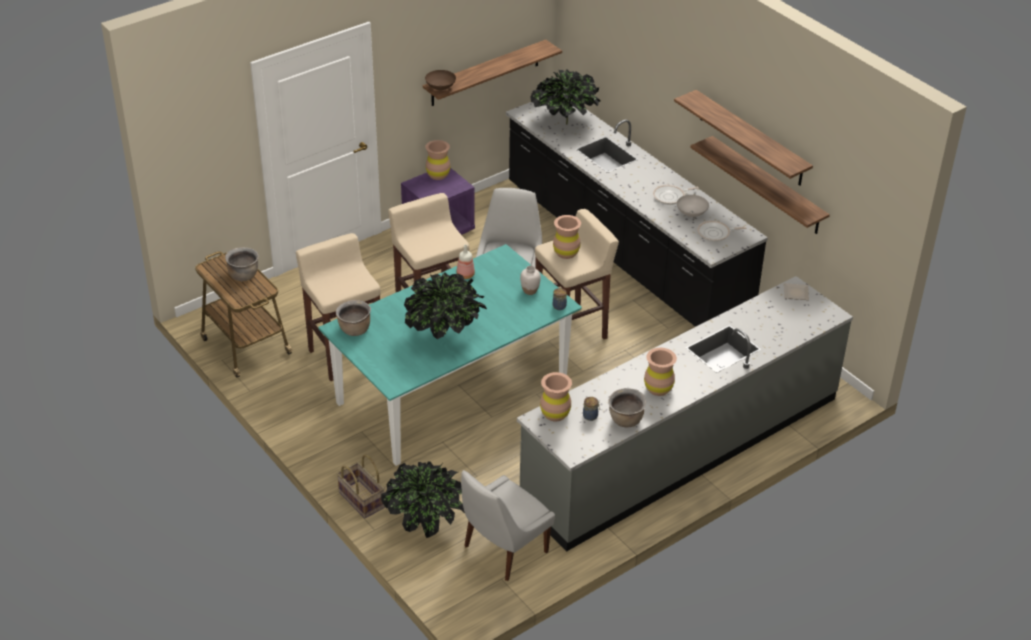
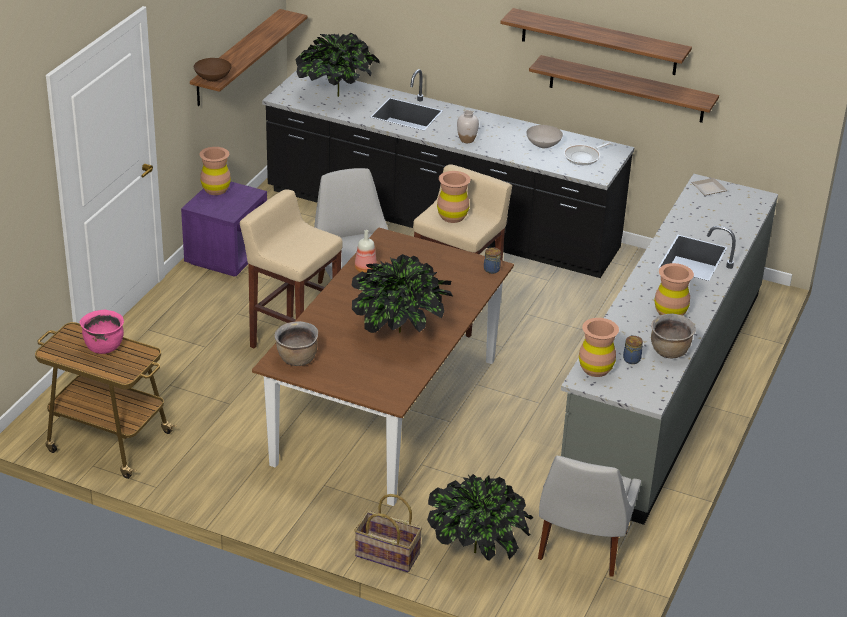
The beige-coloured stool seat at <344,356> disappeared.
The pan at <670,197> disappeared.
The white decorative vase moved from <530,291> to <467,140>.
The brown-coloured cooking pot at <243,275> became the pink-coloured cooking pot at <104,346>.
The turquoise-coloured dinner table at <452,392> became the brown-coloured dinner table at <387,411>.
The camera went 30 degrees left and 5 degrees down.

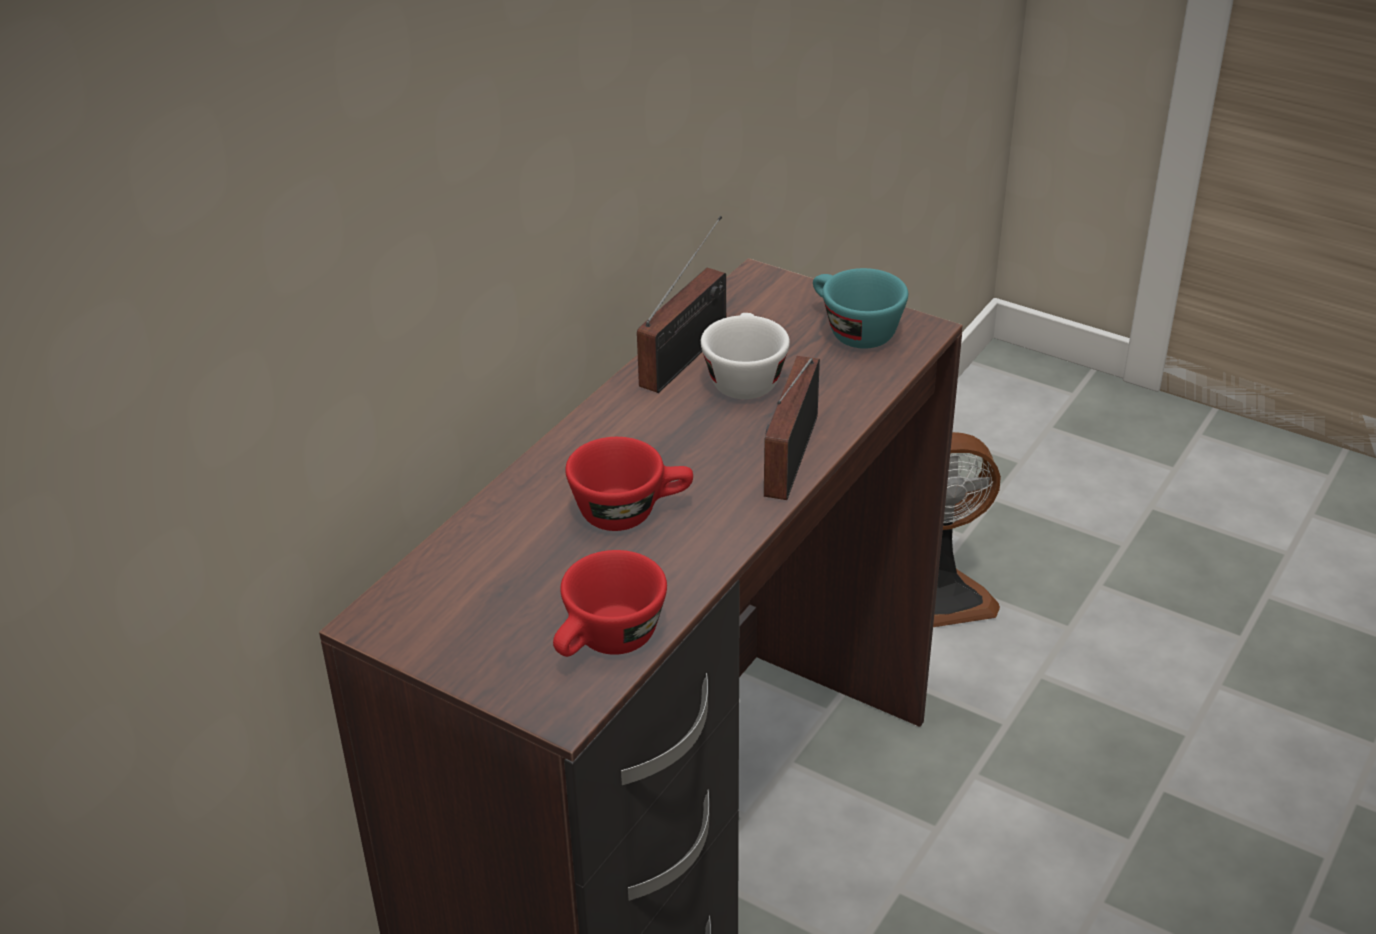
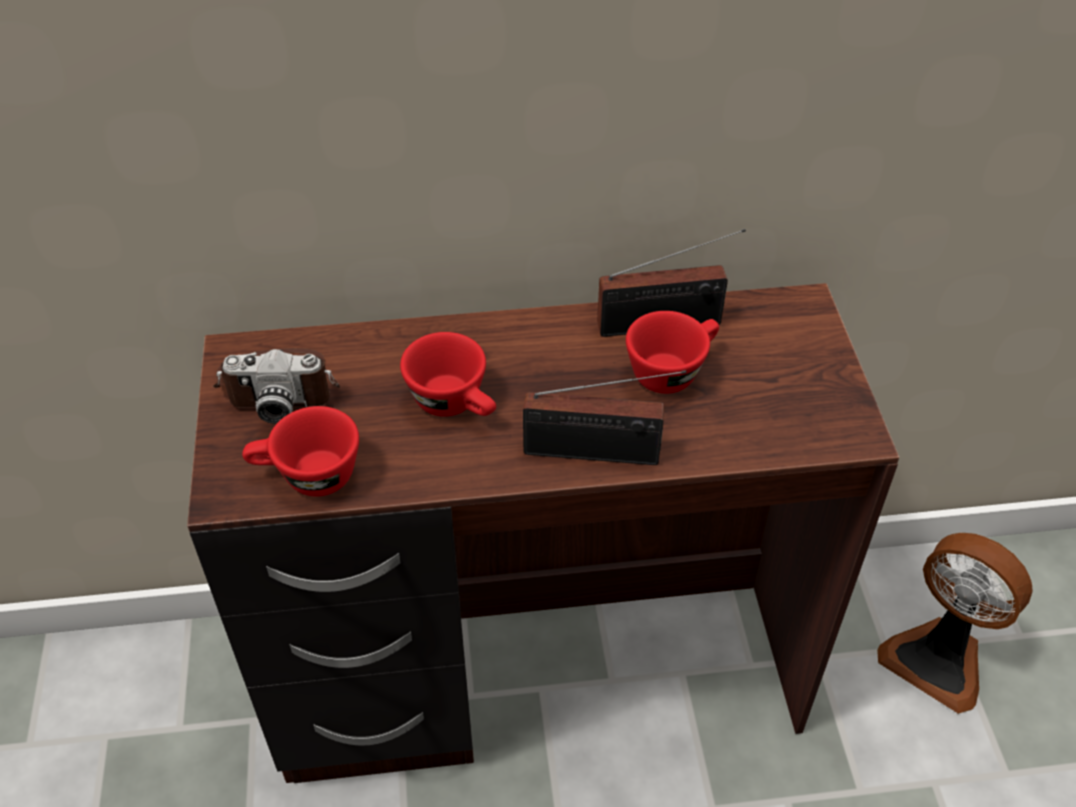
The turquoise-coloured small cup at <852,331> disappeared.
The still camera at <279,385> appeared.
The white small cup at <743,377> became the red-coloured small cup at <672,369>.
The radio at <787,461> turned 150 degrees counterclockwise.
The camera went 50 degrees right and 10 degrees up.

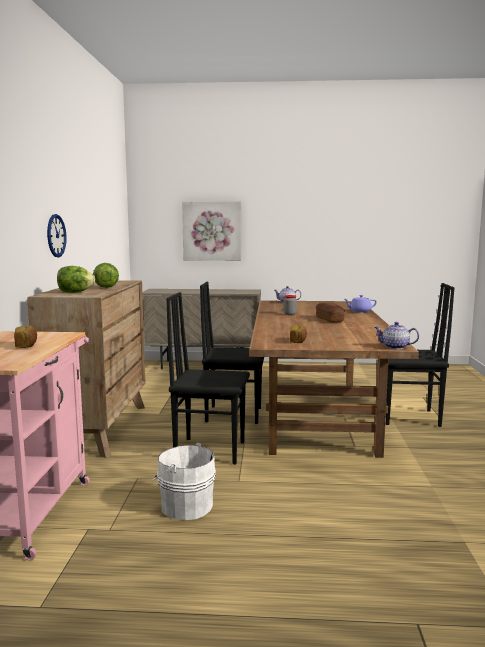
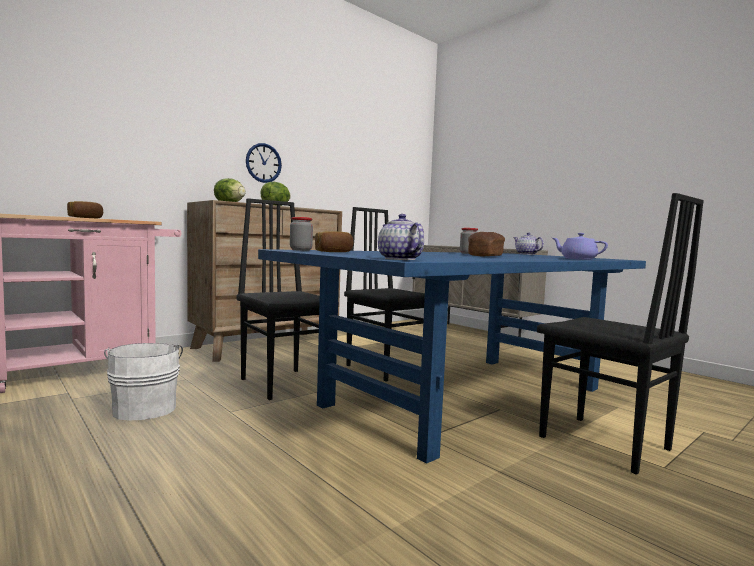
The wall art at <212,231> disappeared.
The preserve jar at <301,250> appeared.
The brown-coloured dinner table at <317,416> became the blue-coloured dinner table at <468,397>.
The camera went 45 degrees right and 5 degrees down.

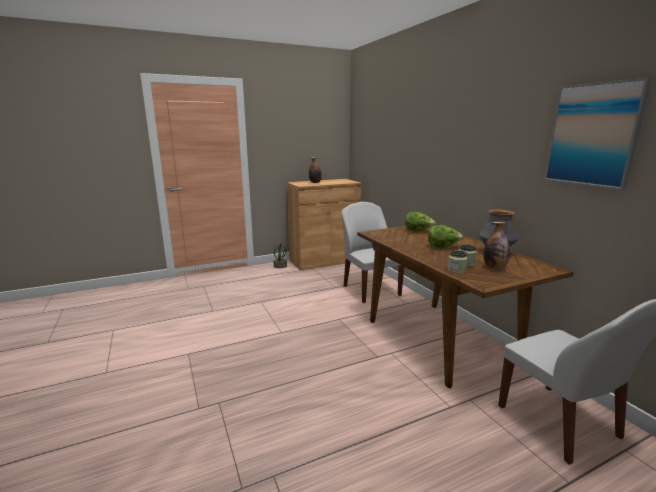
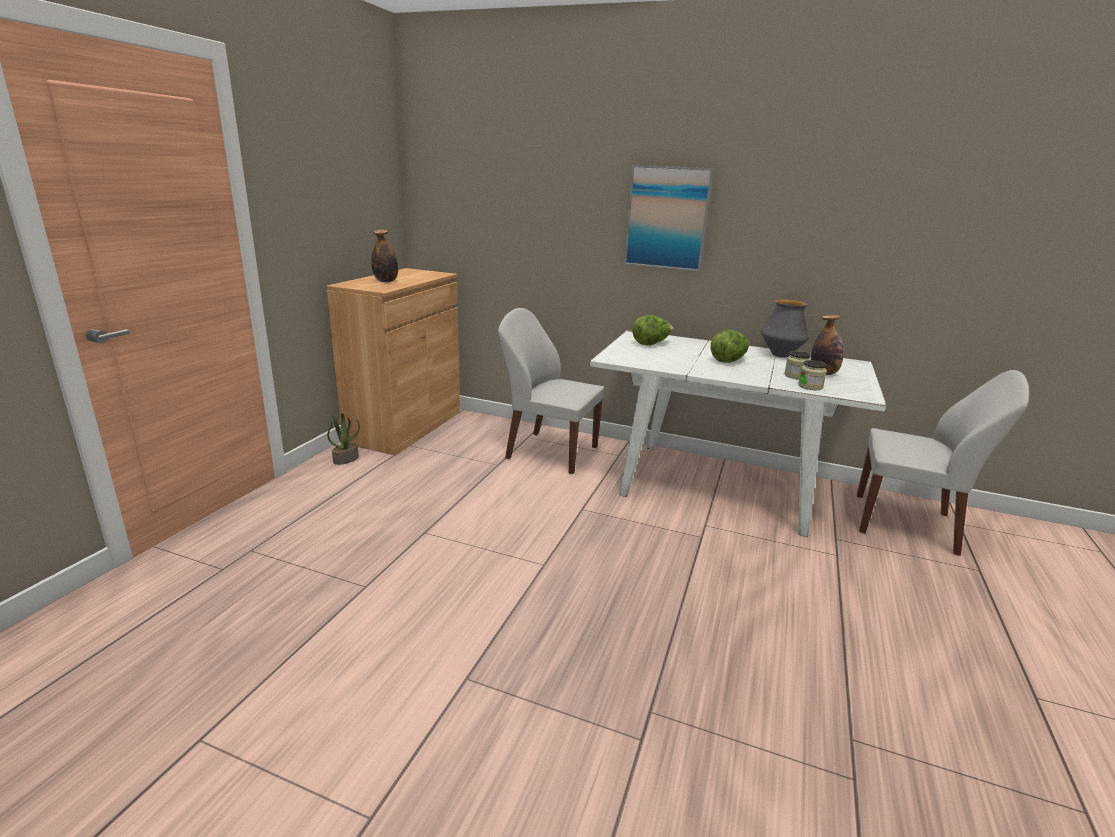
The wall art moved from <593,135> to <667,218>.
The brown-coloured dinner table at <438,338> became the white dinner table at <715,485>.
The camera went 45 degrees left and 5 degrees up.

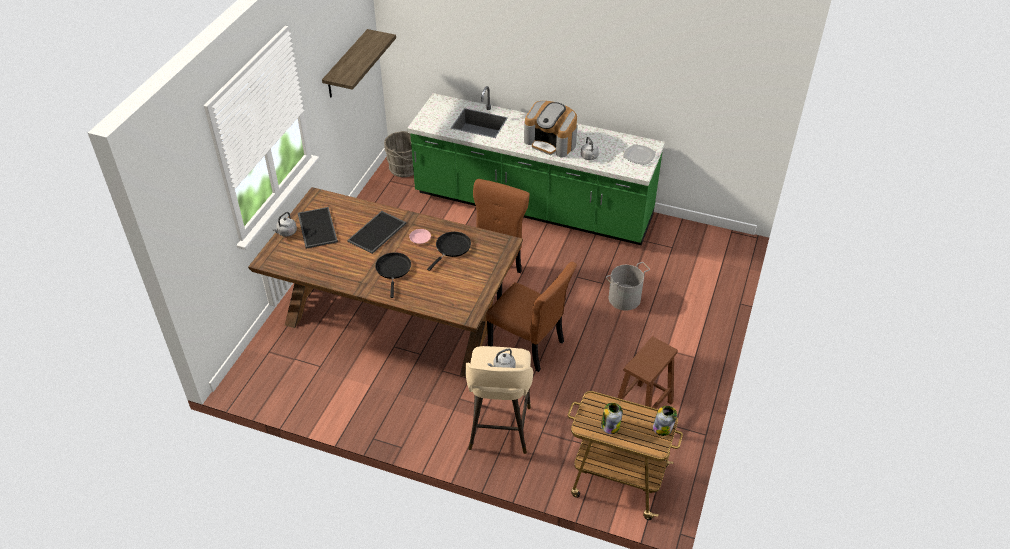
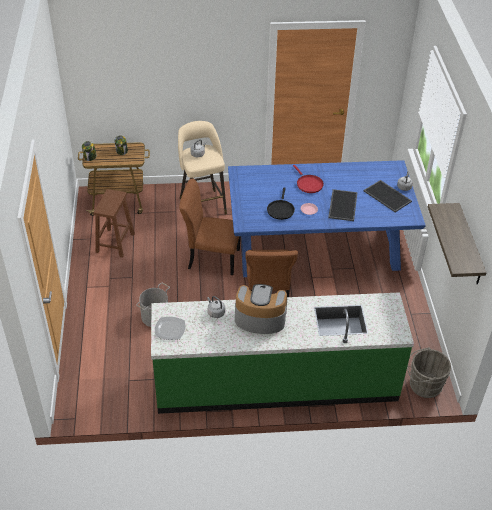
The brown-coloured dinner table at <396,318> became the blue-coloured dinner table at <317,248>.
The blackish pan at <393,270> became the red-coloured pan at <308,184>.
The camera went 155 degrees right and 0 degrees up.

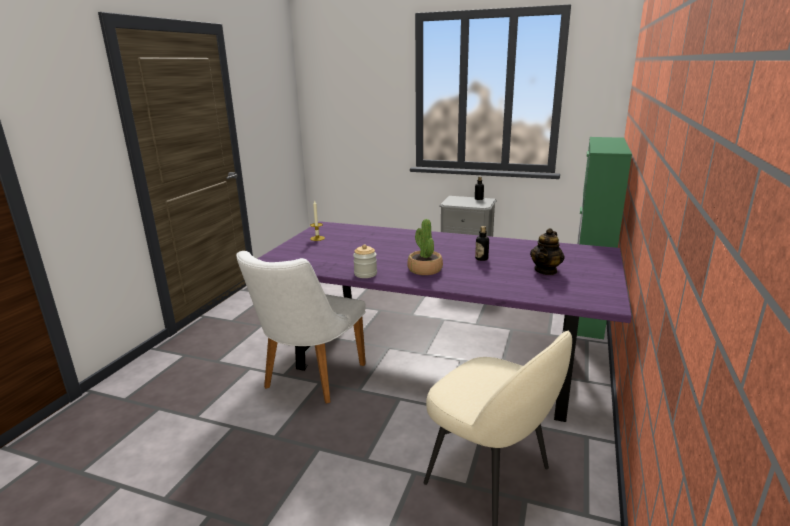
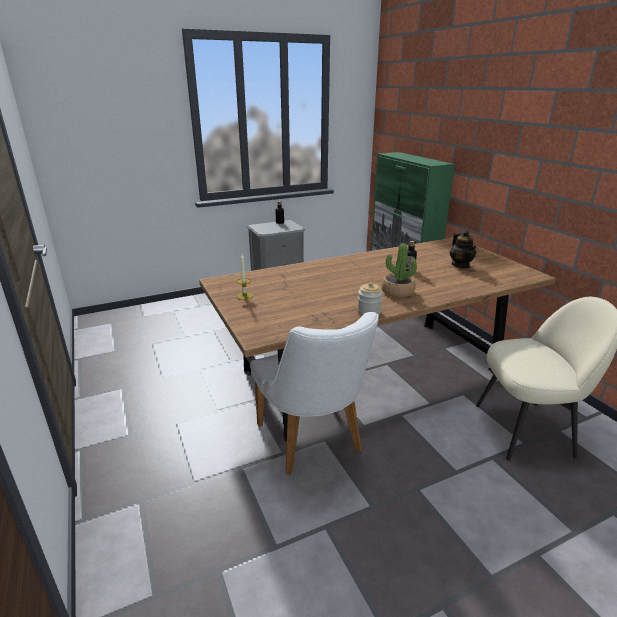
The purple-coloured dinner table at <435,358> became the brown-coloured dinner table at <371,371>.
The camera went 45 degrees left and 5 degrees up.

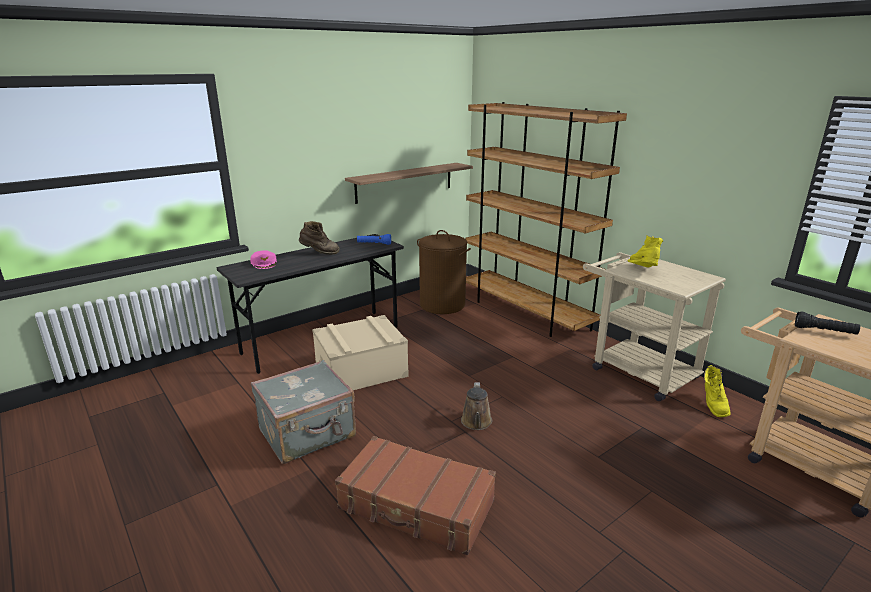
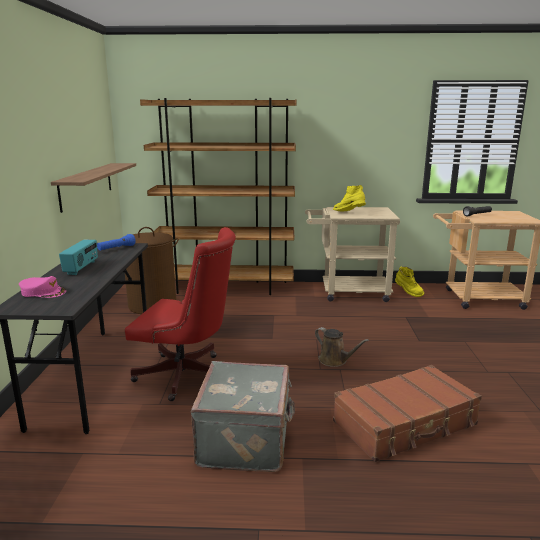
The brown-coloured tall boot at <319,253> was replaced by the radio at <81,268>.
The beige-coloured storage container at <361,370> was replaced by the red-coloured office chair at <187,376>.
The camera went 50 degrees left and 5 degrees down.

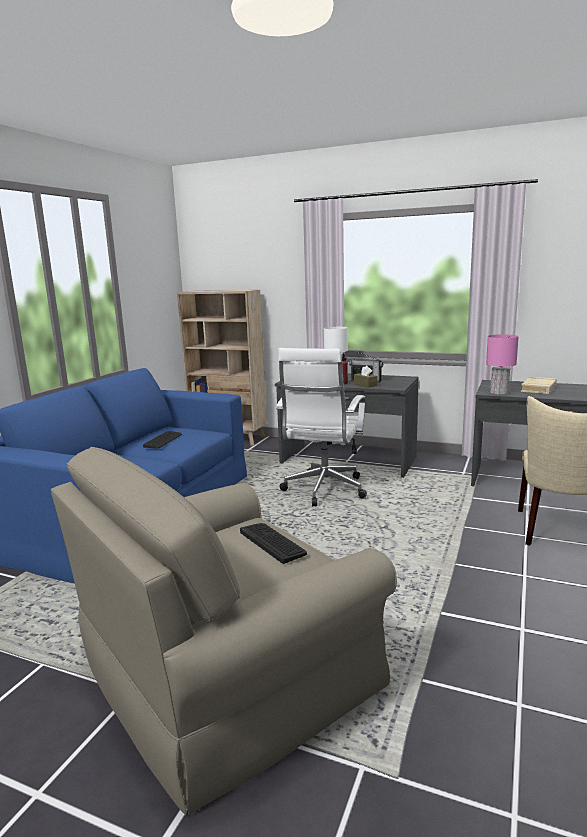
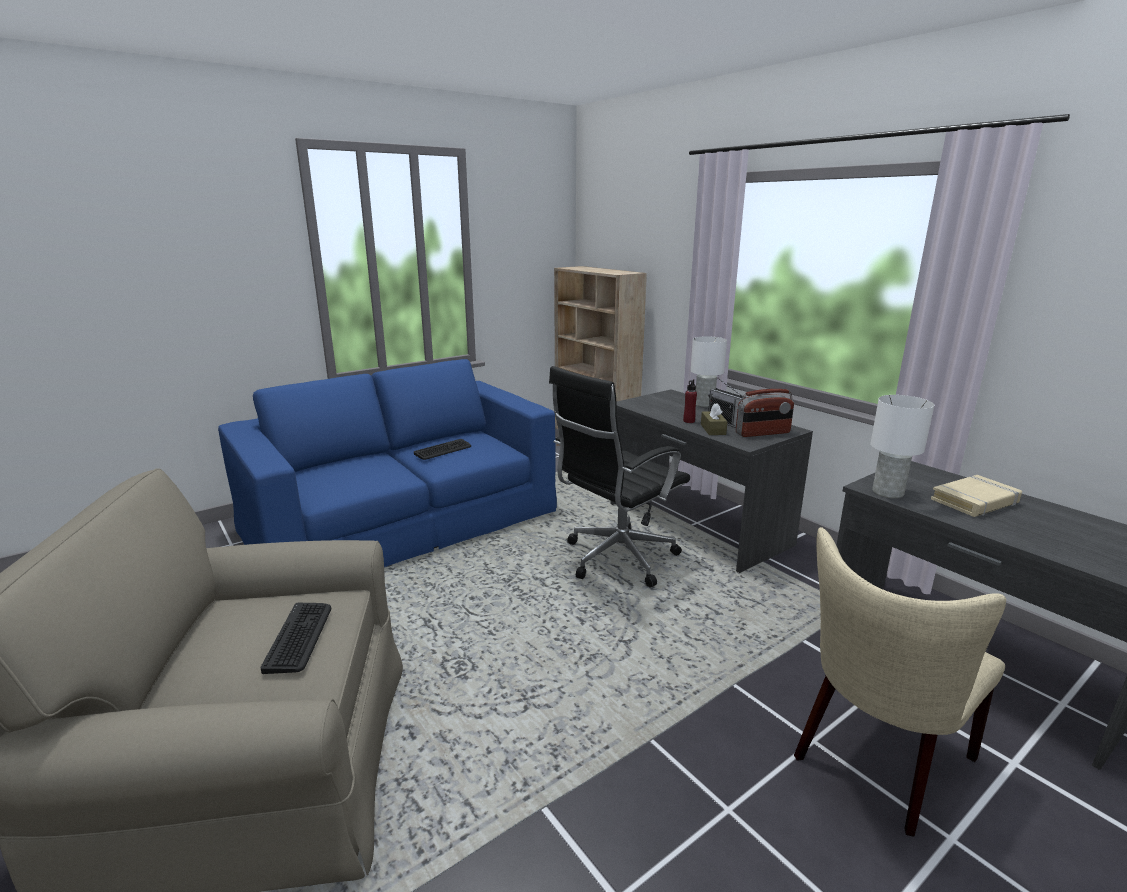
The radio at <763,433> appeared.
The white office chair at <323,491> became the blackish office chair at <616,559>.
The pink-coloured tabletop lamp at <499,393> became the white tabletop lamp at <888,492>.
The camera went 30 degrees right and 5 degrees up.

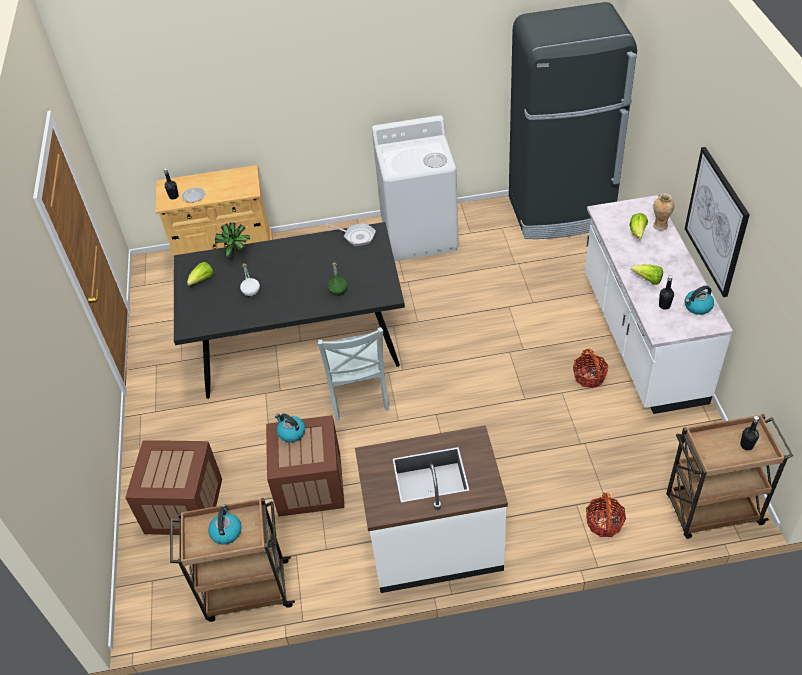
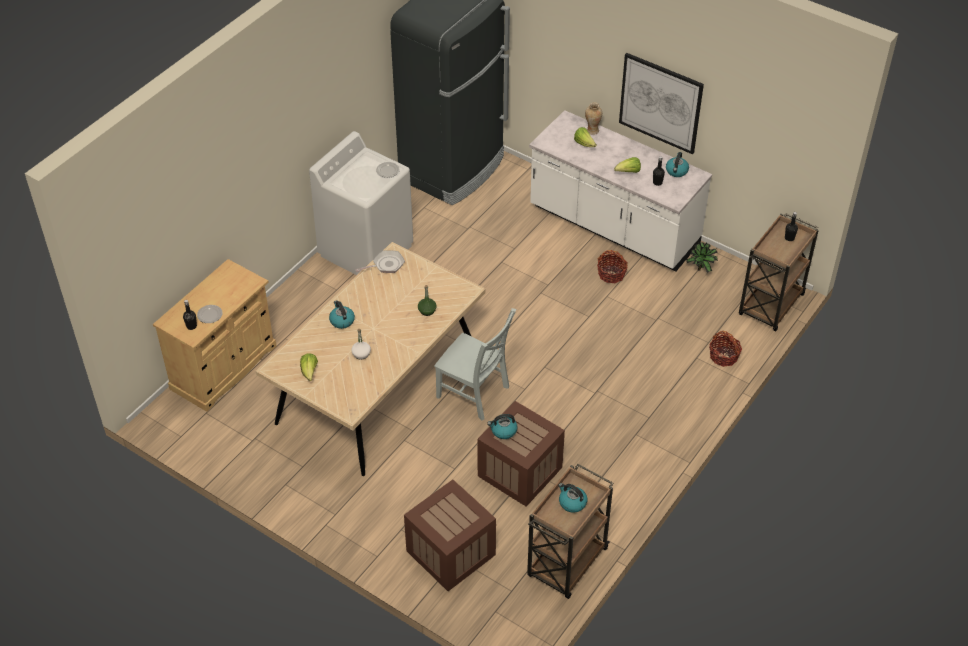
The white counter at <434,544> disappeared.
The water kettle at <342,320> appeared.
The potted plant moved from <237,254> to <701,269>.
The blackish dinner table at <297,341> became the beige-coloured dinner table at <378,389>.
The camera went 50 degrees left and 0 degrees up.

